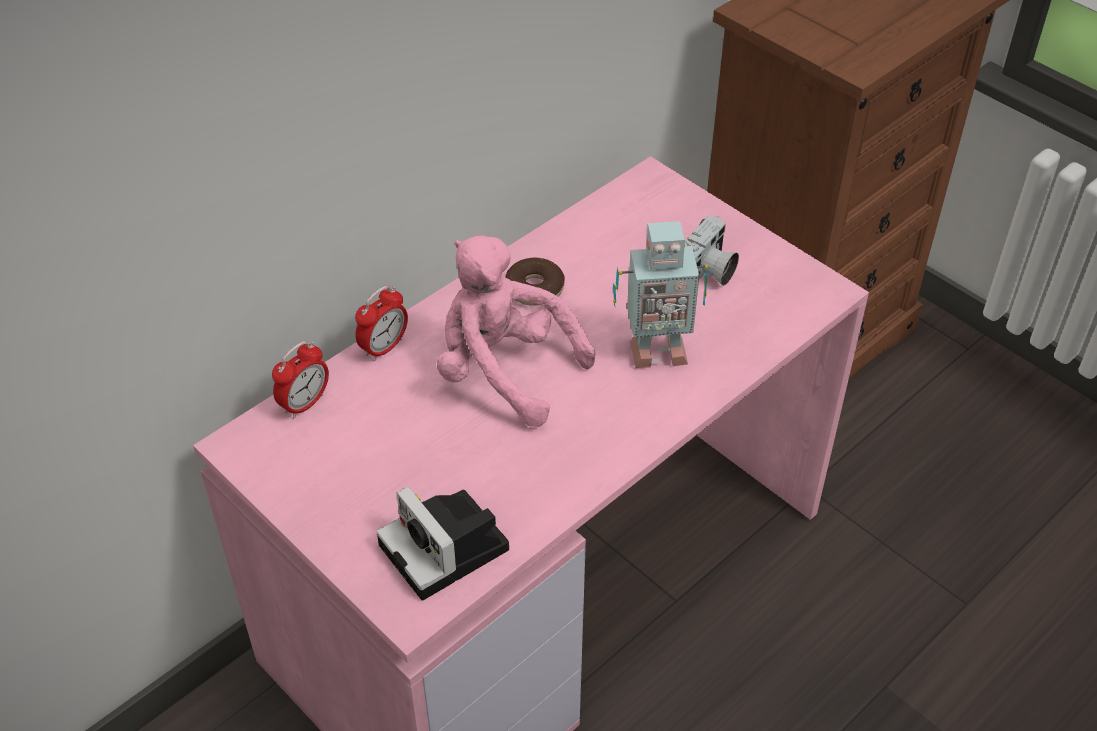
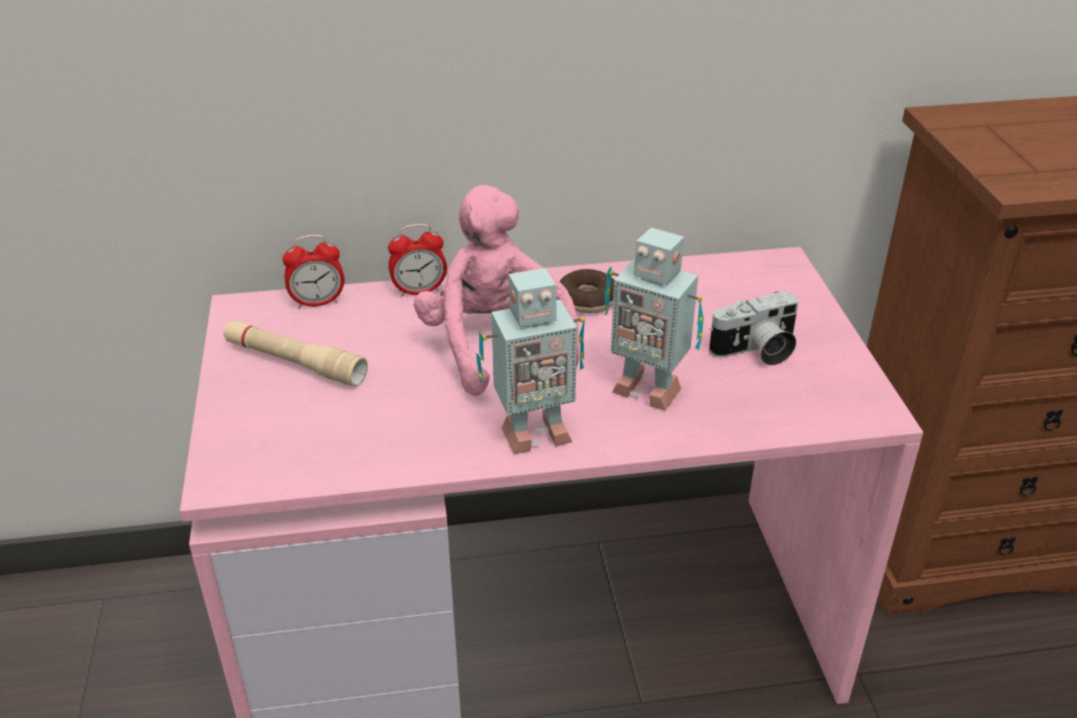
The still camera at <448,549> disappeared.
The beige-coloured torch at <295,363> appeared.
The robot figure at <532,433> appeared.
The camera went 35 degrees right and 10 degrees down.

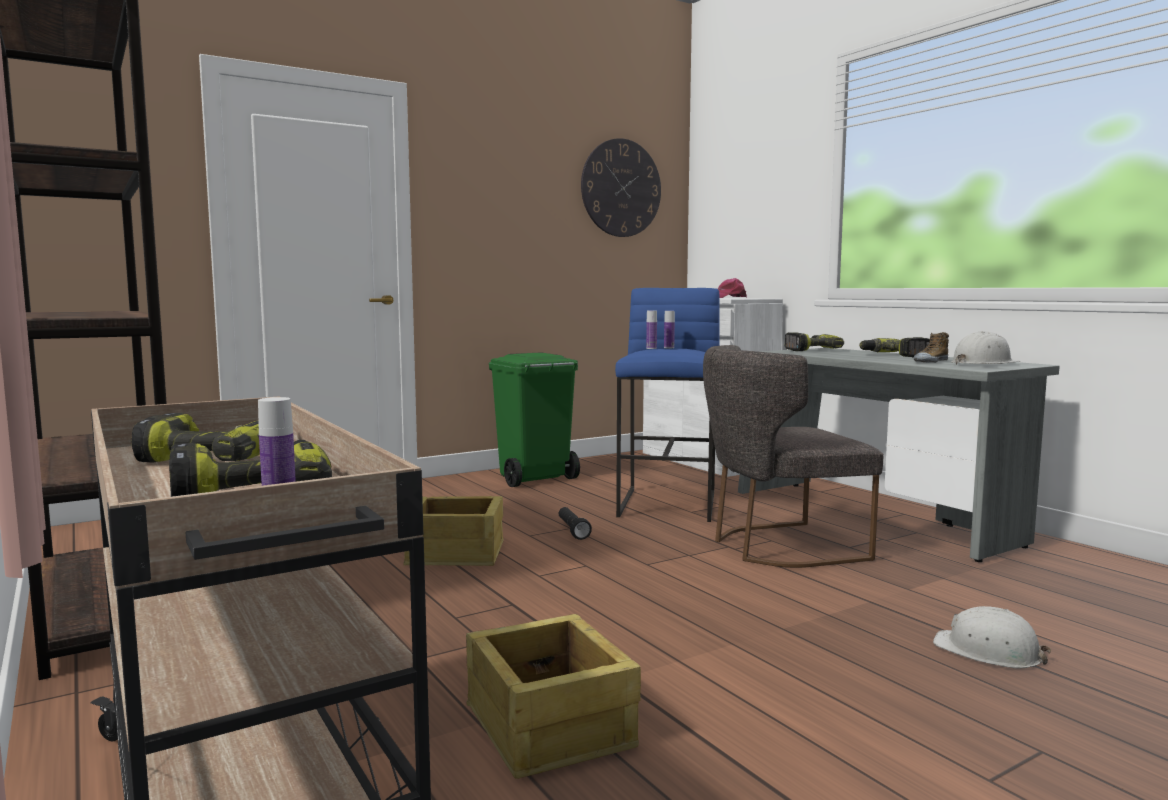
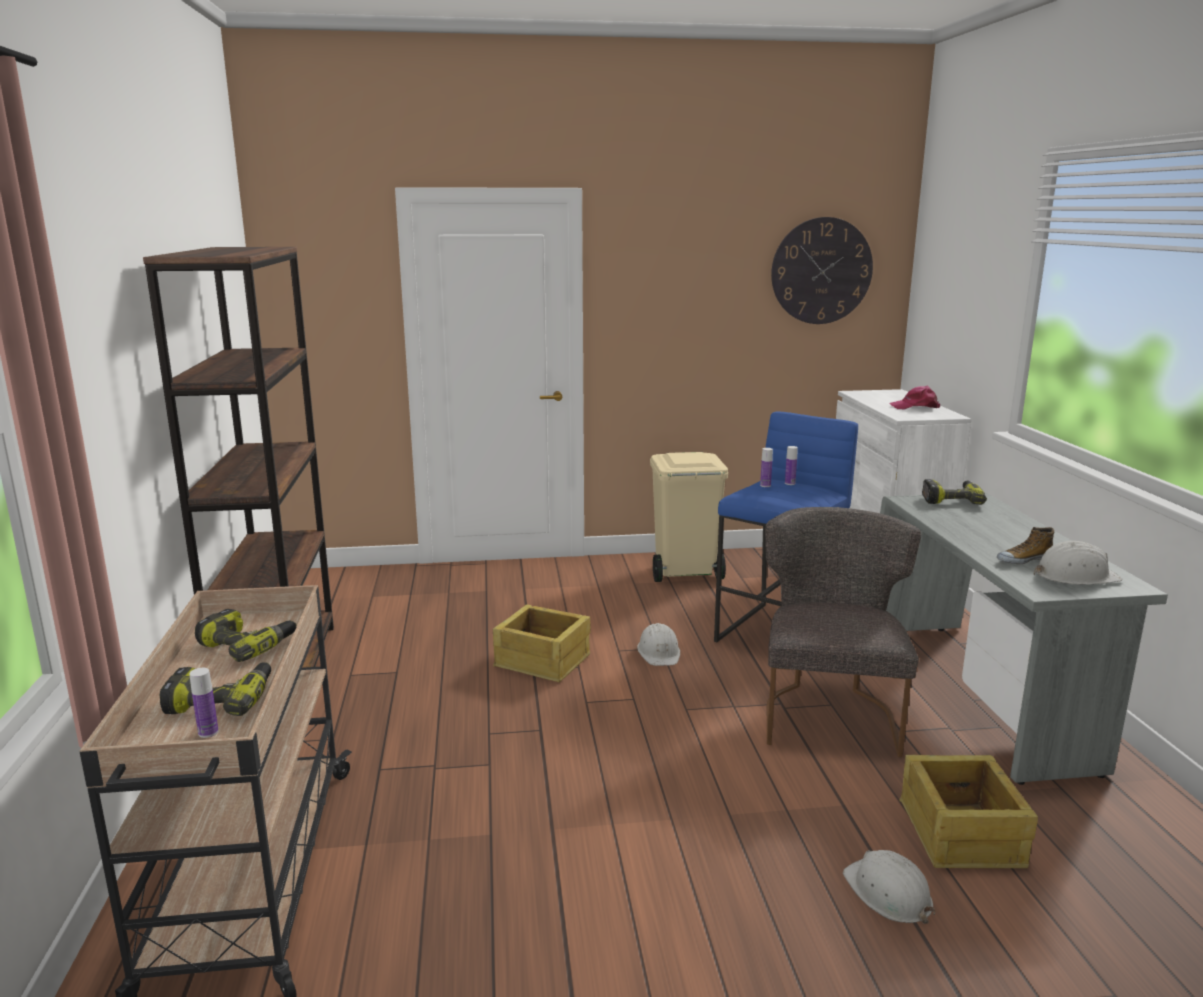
The drill at <893,356> disappeared.
The crate moved from <548,728> to <960,835>.
The blackish torch at <572,531> was replaced by the white hard hat at <659,652>.
The green-coloured trash can at <533,479> became the beige-coloured trash can at <684,573>.
The gray plain chair at <778,546> turned 90 degrees clockwise.
The camera went 25 degrees right and 10 degrees up.

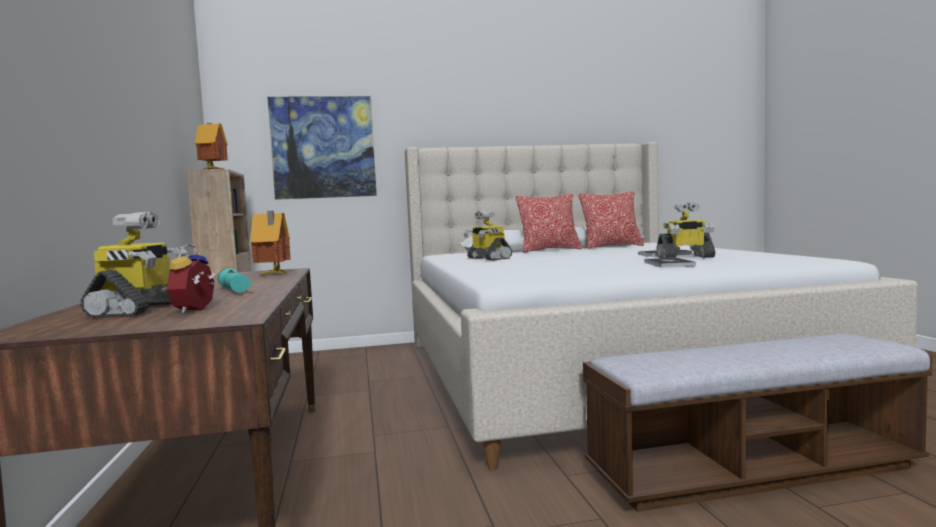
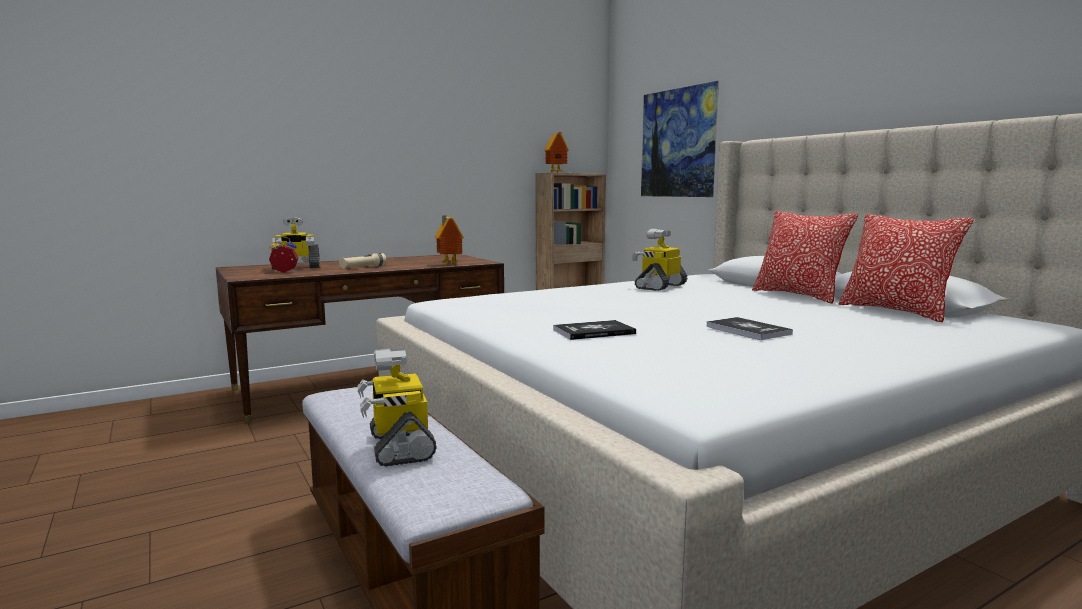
The robot figure moved from <685,257> to <399,446>.
The turquoise-coloured torch at <234,290> became the beige-coloured torch at <363,267>.
The camera went 70 degrees right and 5 degrees up.

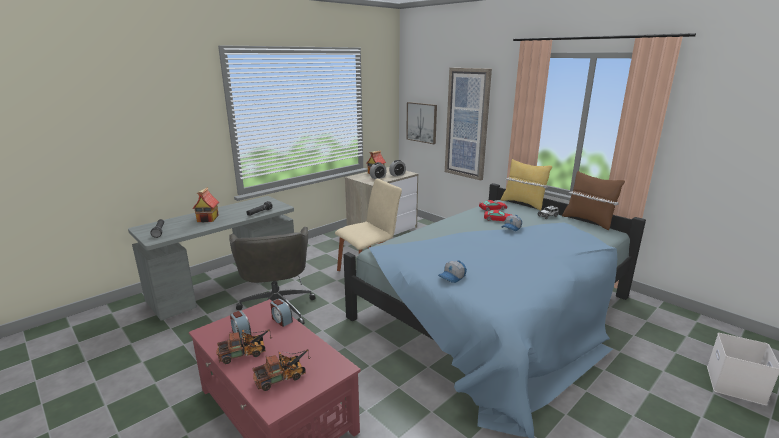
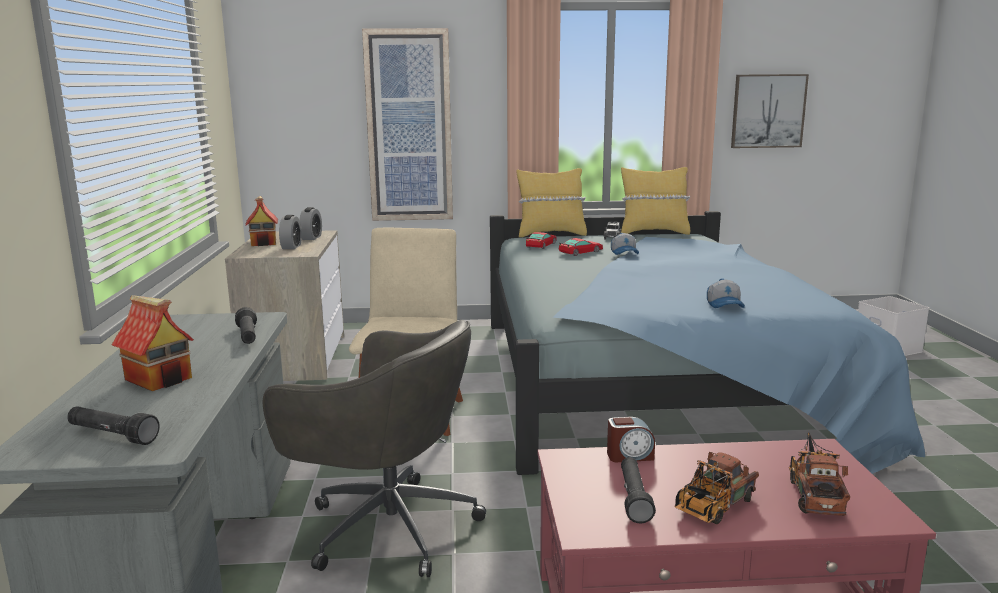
The wall art moved from <422,122> to <768,111>.
The bedside clock at <241,333> was replaced by the blackish torch at <634,498>.
The brown-coloured throw pillow at <588,221> became the yellow throw pillow at <653,232>.
The toy truck at <246,353> turned 150 degrees counterclockwise.
The camera went 50 degrees left and 5 degrees down.

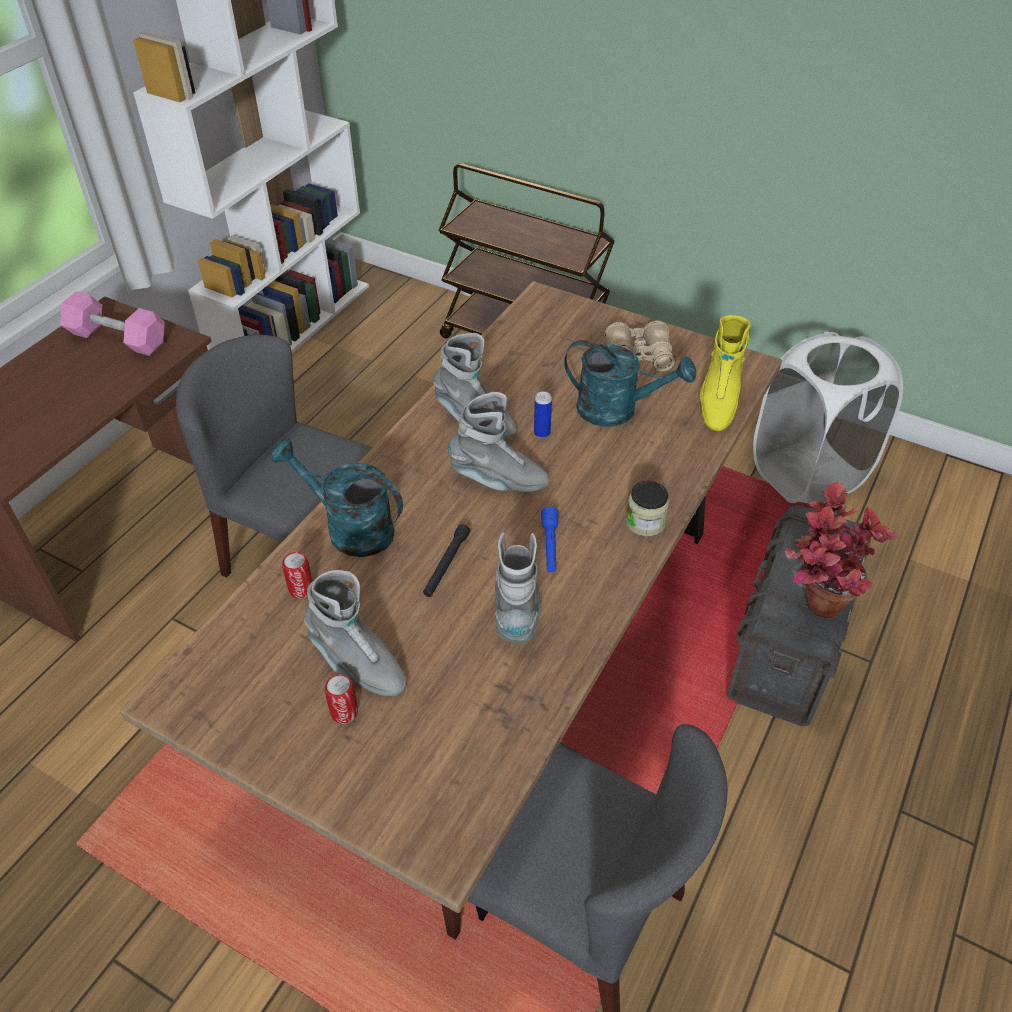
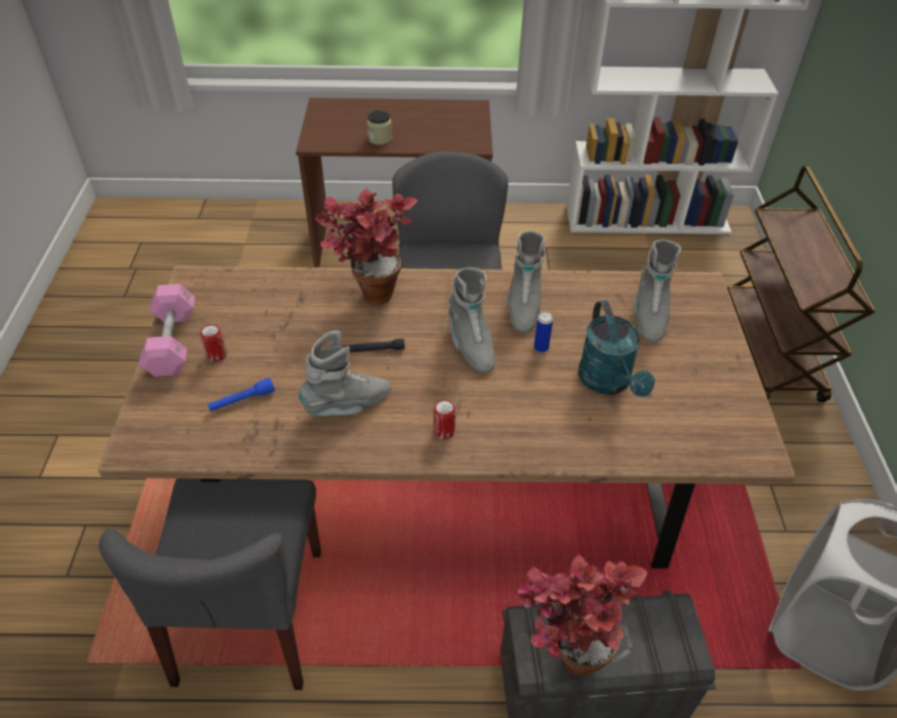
The beige-coloured field glasses at <639,357> disappeared.
The yellow tall boot at <717,402> disappeared.
The pink-coloured dumbbell moved from <118,339> to <172,342>.
The sealed can moved from <301,589> to <444,431>.
The gray tall boot moved from <357,664> to <649,315>.
The blue-coloured torch moved from <550,546> to <242,400>.
The preserve jar moved from <645,522> to <380,138>.
The turquoise-coloured sprinkling can at <349,528> was replaced by the potted plant at <369,291>.
The camera went 60 degrees right and 0 degrees up.

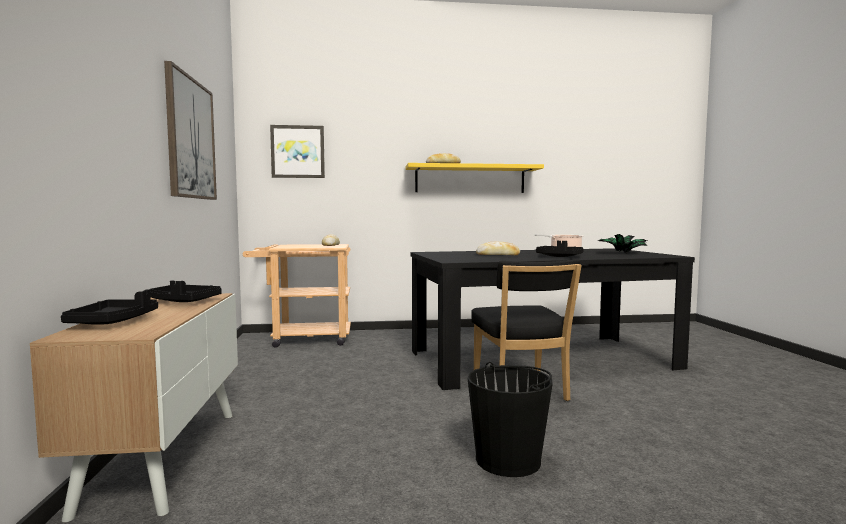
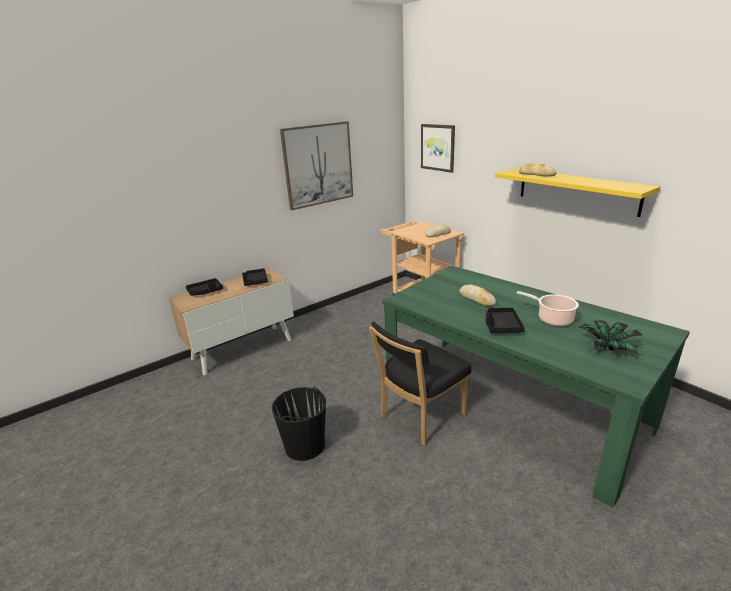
The blackish dinner table at <541,359> became the green-coloured dinner table at <510,404>.
The camera went 60 degrees right and 20 degrees up.

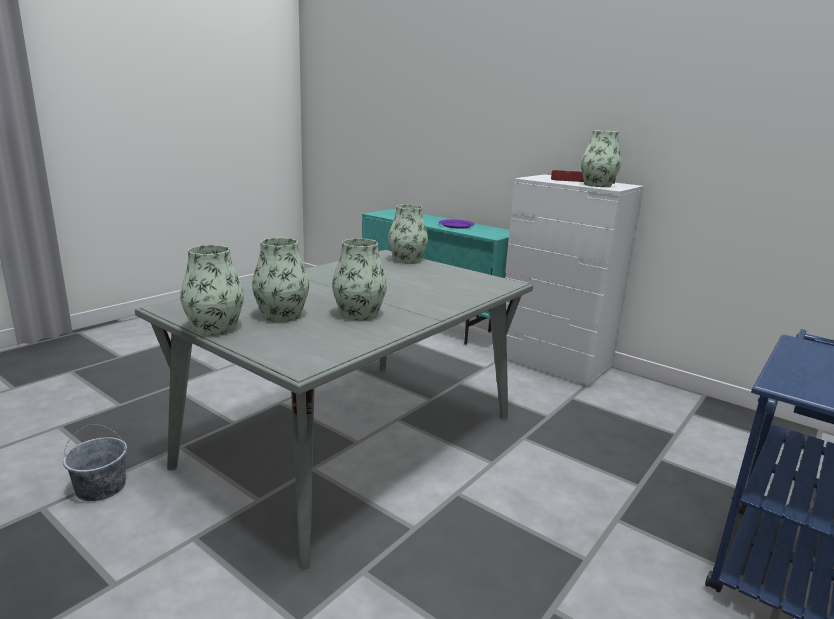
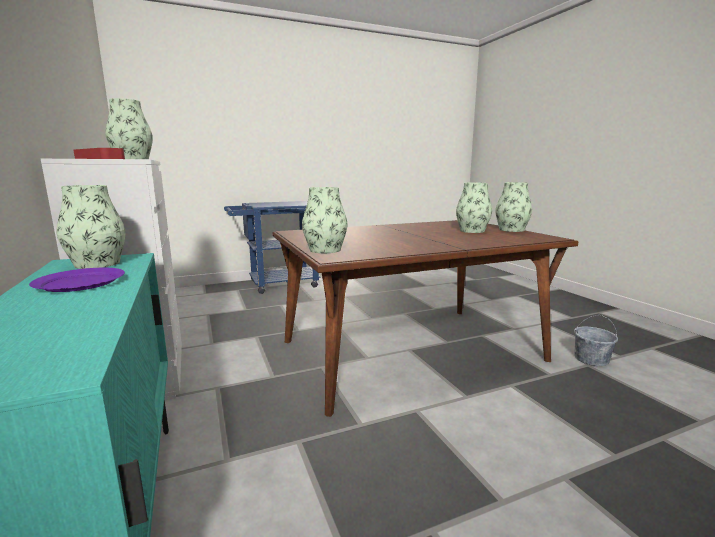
The decorative vase moved from <359,314> to <97,264>.
The gray dinner table at <354,441> became the brown-coloured dinner table at <411,350>.
The camera went 150 degrees left and 5 degrees down.

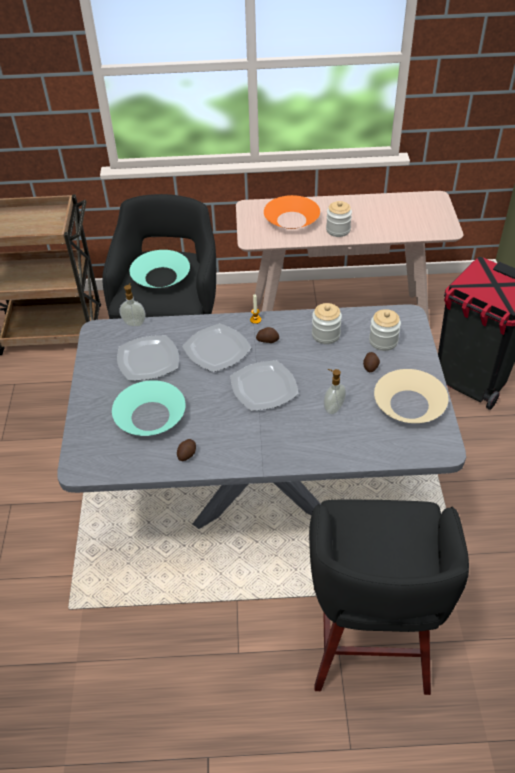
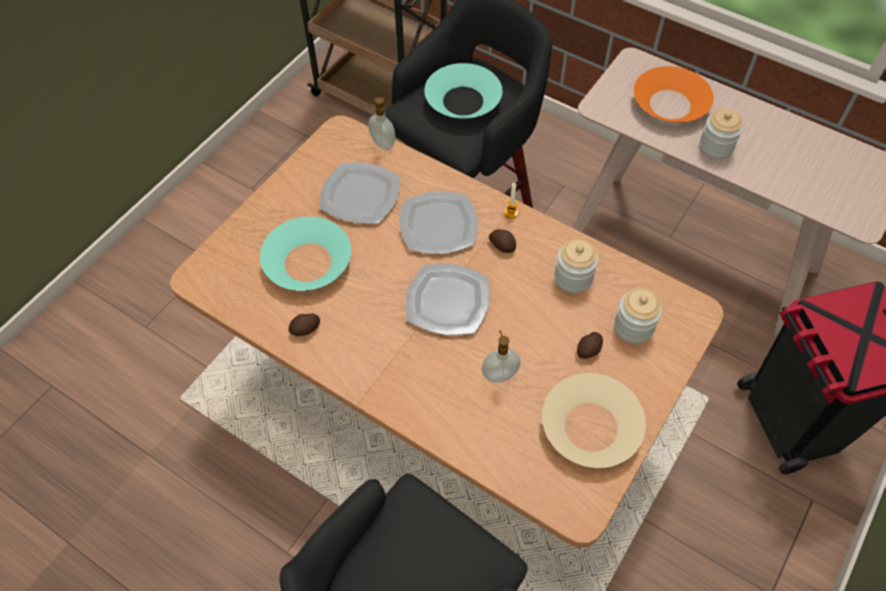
The gray dinner table at <261,490> became the brown-coloured dinner table at <444,397>.
The camera went 35 degrees right and 10 degrees up.

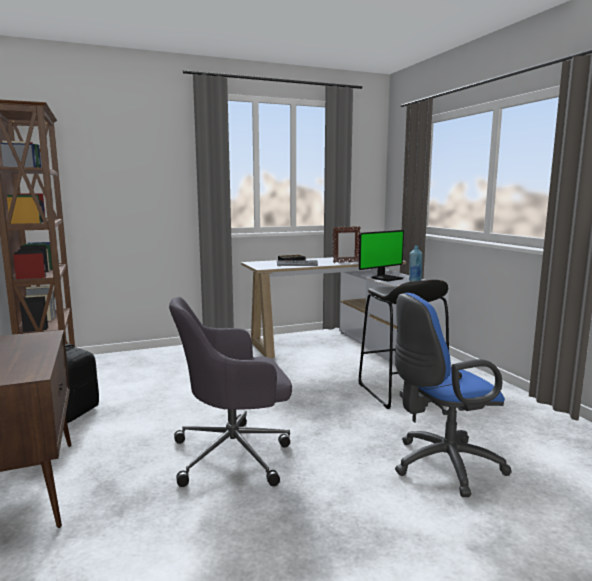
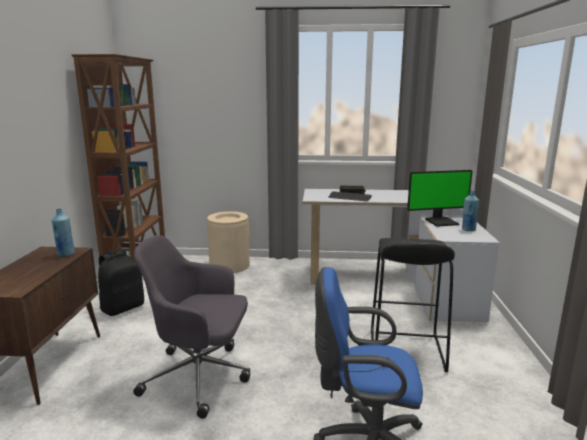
The picture frame at <346,262> disappeared.
The blue-coloured beverage bottle at <66,254> appeared.
The beige-coloured trash can at <229,266> appeared.
The camera went 25 degrees right and 5 degrees up.

